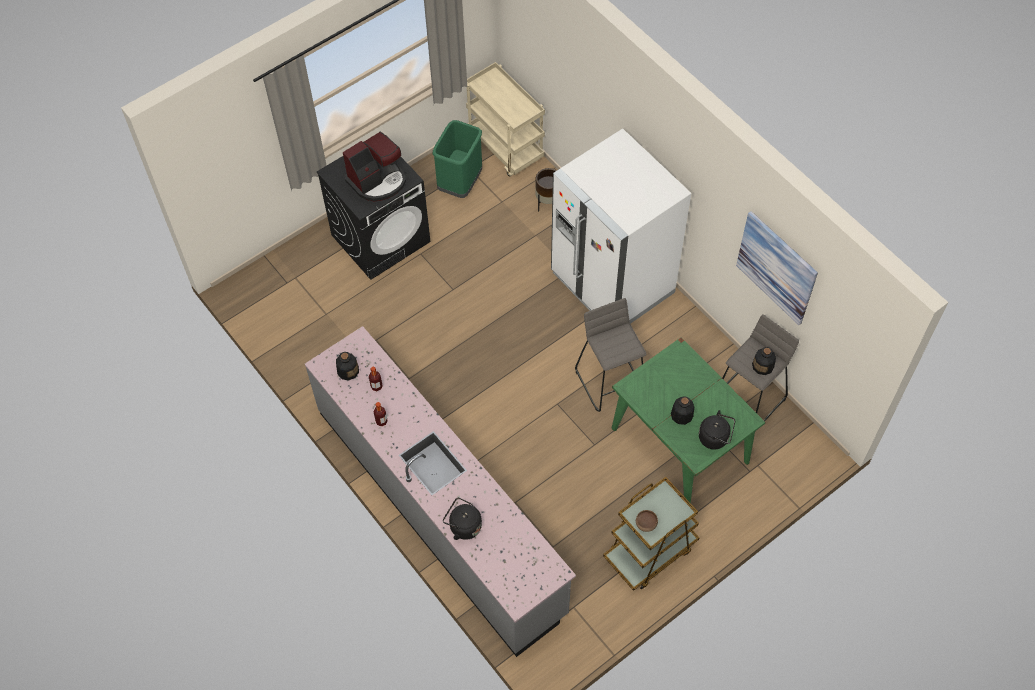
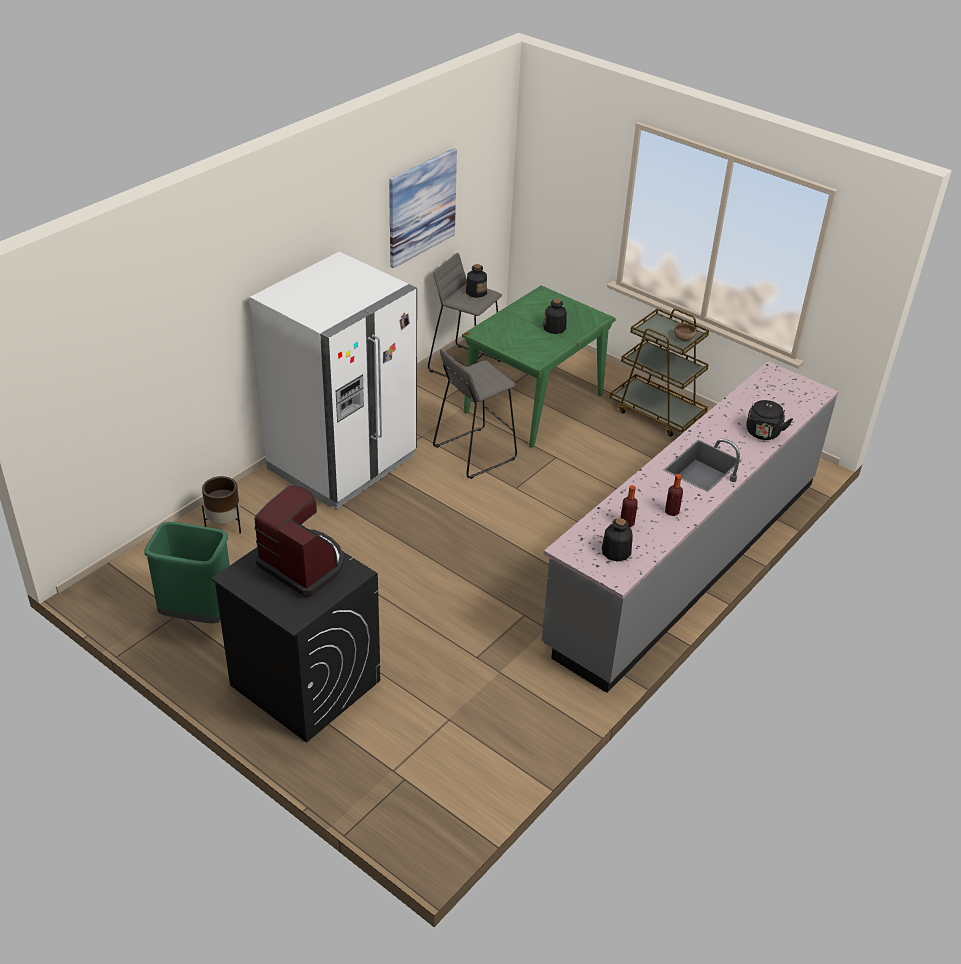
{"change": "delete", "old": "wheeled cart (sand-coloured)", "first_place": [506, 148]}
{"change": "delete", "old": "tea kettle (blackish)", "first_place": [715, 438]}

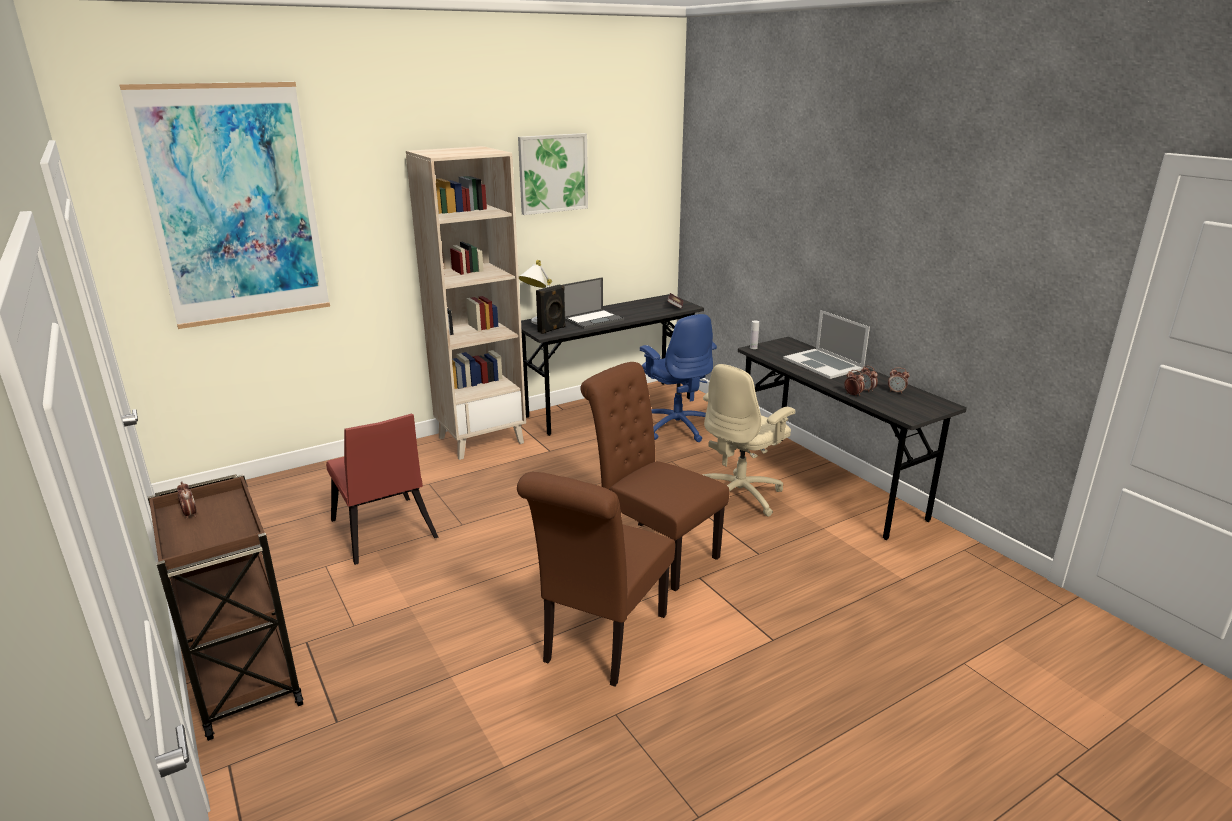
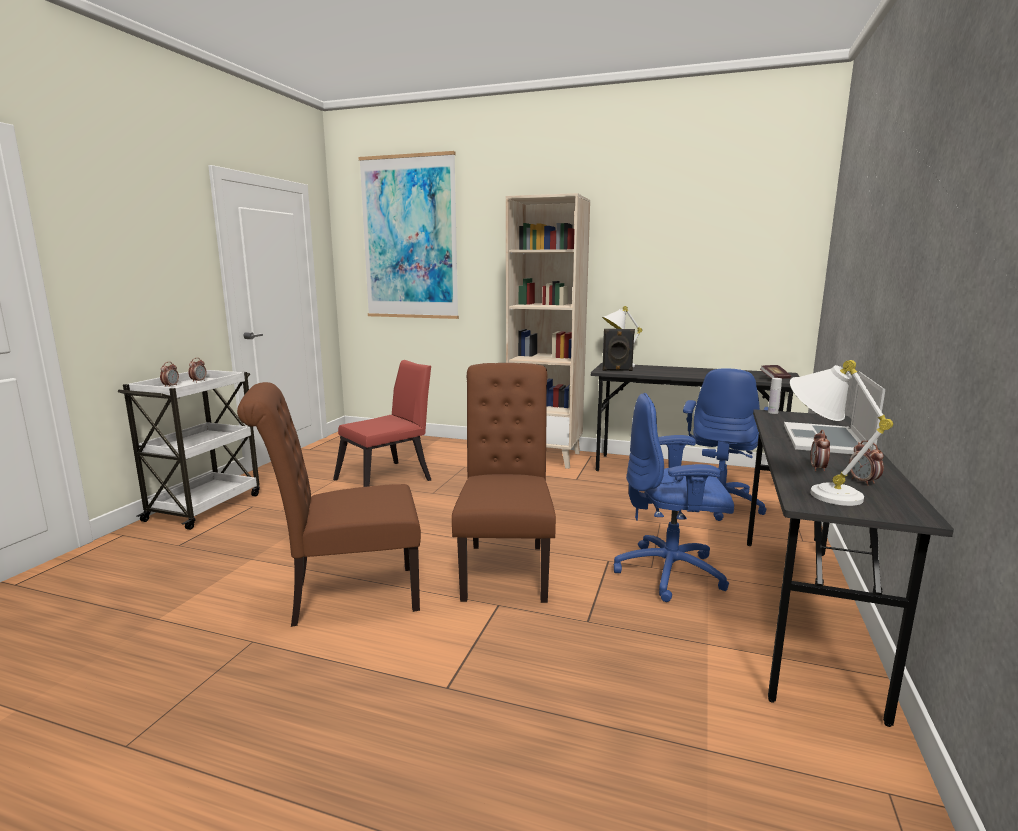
{"change": "recolor", "old": "wheeled cart (brown)", "new": "wheeled cart (white-coloured)", "first_place": [244, 677], "second_place": [206, 506]}
{"change": "rotate", "old": "upright chair (red-coloured)", "first_place": [384, 533], "second_place": [389, 479], "degrees": -150}
{"change": "delete", "old": "picture", "first_place": [553, 173]}
{"change": "delete", "old": "portable computer", "first_place": [593, 319]}
{"change": "recolor", "old": "office chair (sand-coloured)", "new": "office chair (blue-coloured)", "first_place": [740, 495], "second_place": [671, 573]}
{"change": "move", "old": "bedside clock", "first_place": [852, 395], "second_place": [171, 386]}
{"change": "insert", "new": "tabletop lamp (white-coloured)", "second_place": [818, 491]}

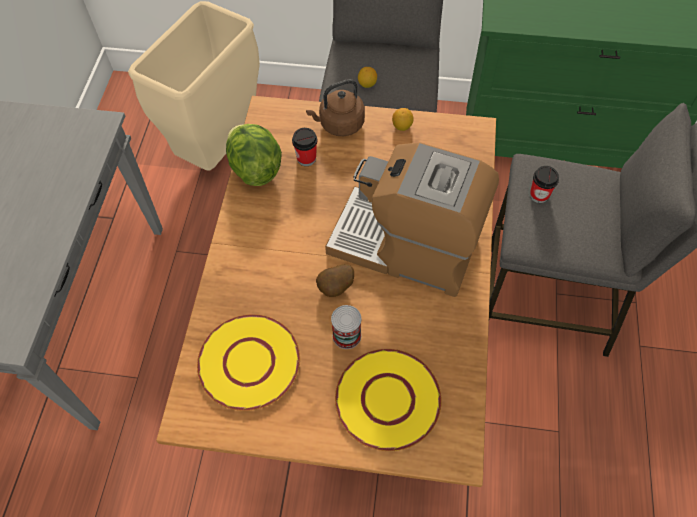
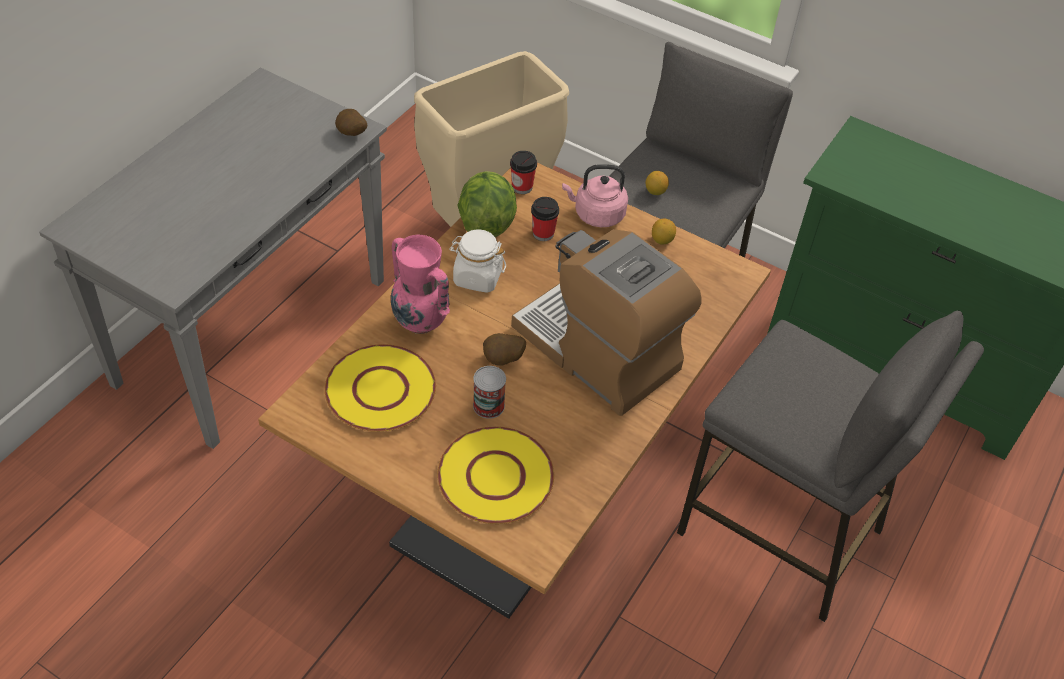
{"change": "recolor", "old": "tea kettle (brown)", "new": "tea kettle (pink)", "first_place": [339, 124], "second_place": [596, 215]}
{"change": "move", "old": "drinking cup", "first_place": [539, 195], "second_place": [522, 187]}
{"change": "insert", "new": "spud", "second_place": [351, 134]}
{"change": "insert", "new": "vase (pink)", "second_place": [421, 323]}
{"change": "insert", "new": "jar (white-coloured)", "second_place": [477, 277]}

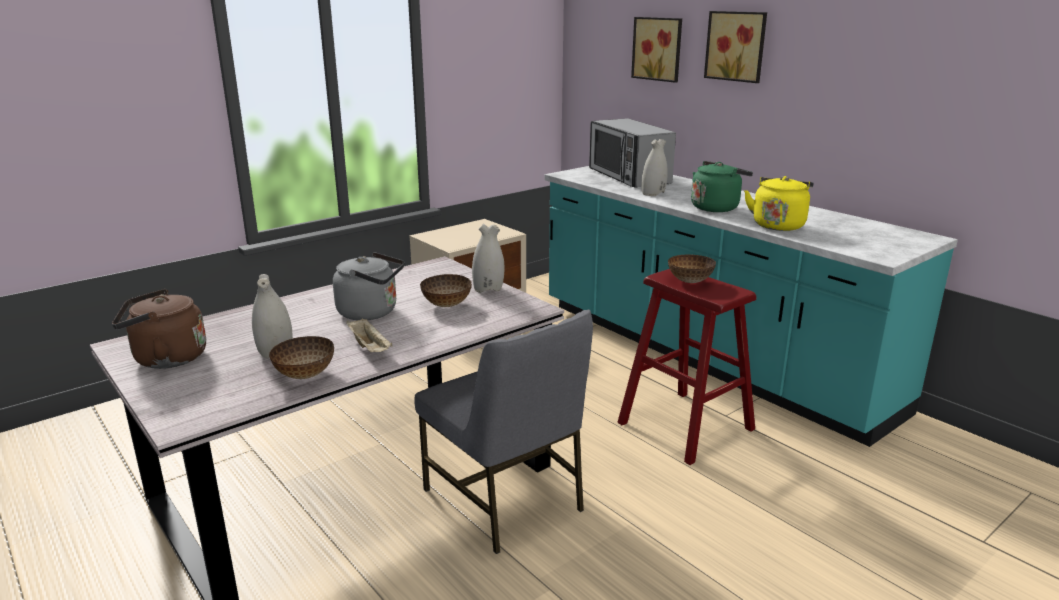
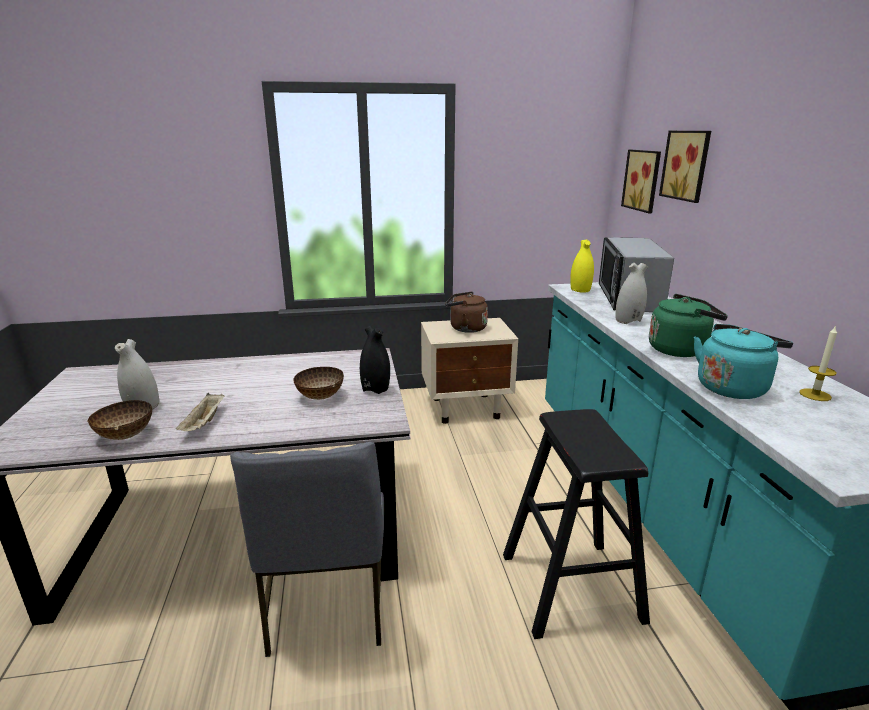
{"change": "move", "old": "tea kettle (brown)", "first_place": [165, 359], "second_place": [465, 328]}
{"change": "delete", "old": "tea kettle (gray)", "first_place": [371, 312]}
{"change": "recolor", "old": "vase (white-coloured)", "new": "vase (blackish)", "first_place": [488, 289], "second_place": [375, 389]}
{"change": "recolor", "old": "sitting stool (red-coloured)", "new": "sitting stool (blackish)", "first_place": [686, 426], "second_place": [571, 587]}
{"change": "delete", "old": "deep dish", "first_place": [690, 281]}
{"change": "move", "old": "picture", "first_place": [737, 46], "second_place": [643, 180]}
{"change": "recolor", "old": "tea kettle (yellowish)", "new": "tea kettle (turquoise)", "first_place": [778, 225], "second_place": [732, 387]}
{"change": "insert", "new": "vase (yellowish)", "second_place": [580, 289]}
{"change": "insert", "new": "wax light", "second_place": [815, 395]}

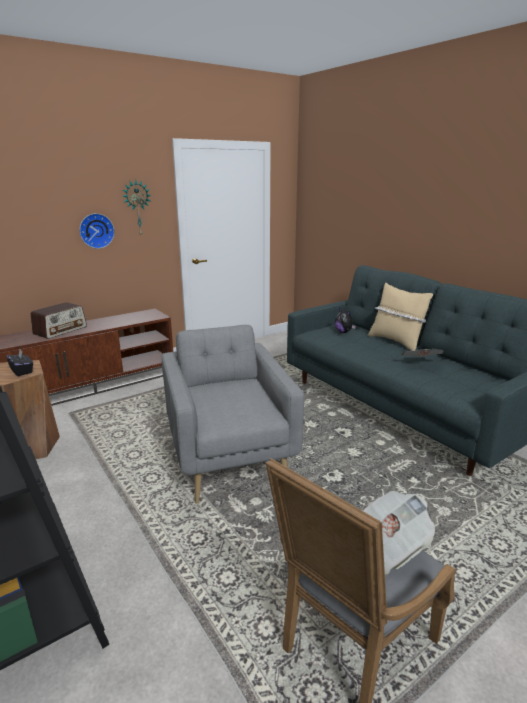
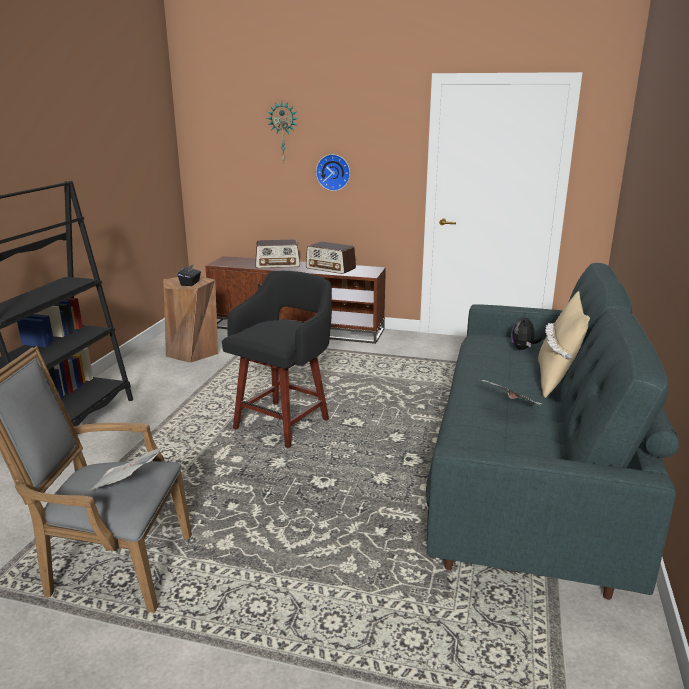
{"change": "move", "old": "hanging clock", "first_place": [137, 208], "second_place": [283, 132]}
{"change": "replace", "old": "easy chair (gray)", "new": "sitting stool (blackish)", "first_place": [229, 456], "second_place": [284, 422]}
{"change": "insert", "new": "radio", "second_place": [331, 268]}

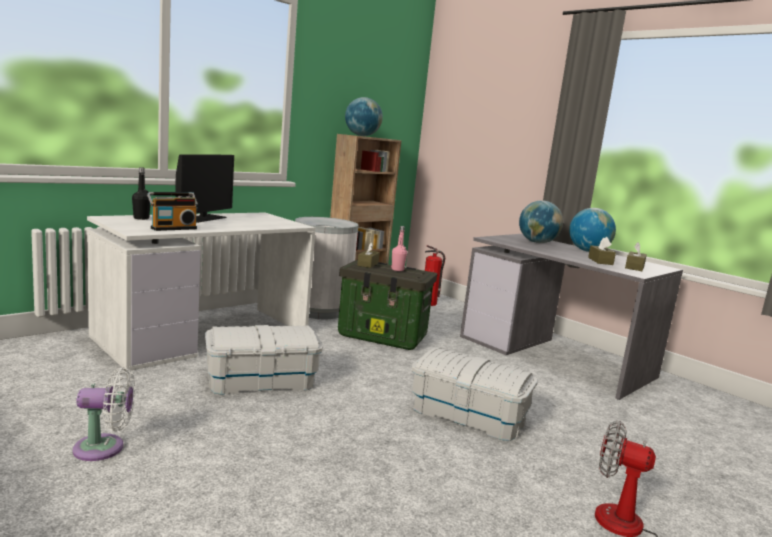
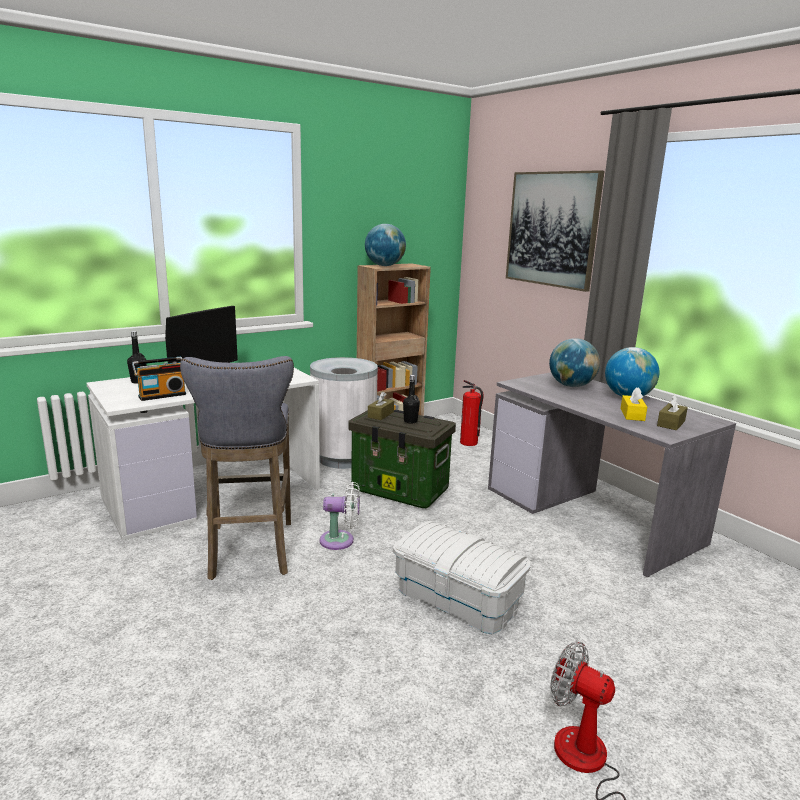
{"change": "move", "old": "fan (white-coloured)", "first_place": [104, 448], "second_place": [341, 540]}
{"change": "replace", "old": "storage container (white-coloured)", "new": "sitting stool (gray)", "first_place": [261, 381], "second_place": [250, 552]}
{"change": "recolor", "old": "beverage bottle (pink)", "new": "beverage bottle (blackish)", "first_place": [397, 269], "second_place": [410, 421]}
{"change": "recolor", "old": "box of tissues (brown)", "new": "box of tissues (yellowish)", "first_place": [600, 261], "second_place": [632, 414]}
{"change": "insert", "new": "picture", "second_place": [552, 229]}

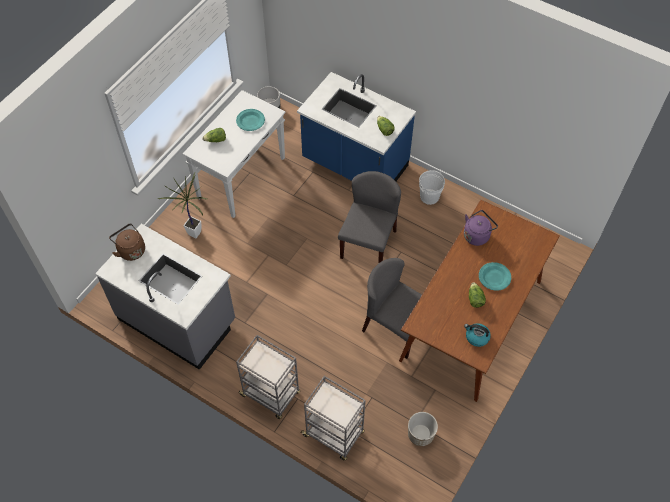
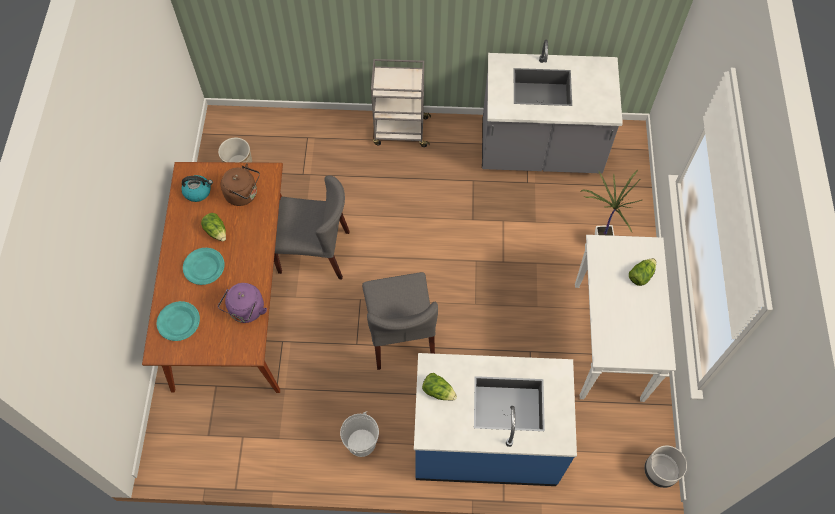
{"change": "move", "old": "tea kettle (brown)", "first_place": [130, 250], "second_place": [244, 194]}
{"change": "move", "old": "plate (turquoise)", "first_place": [250, 121], "second_place": [179, 322]}
{"change": "delete", "old": "wheeled cart (gray)", "first_place": [334, 434]}

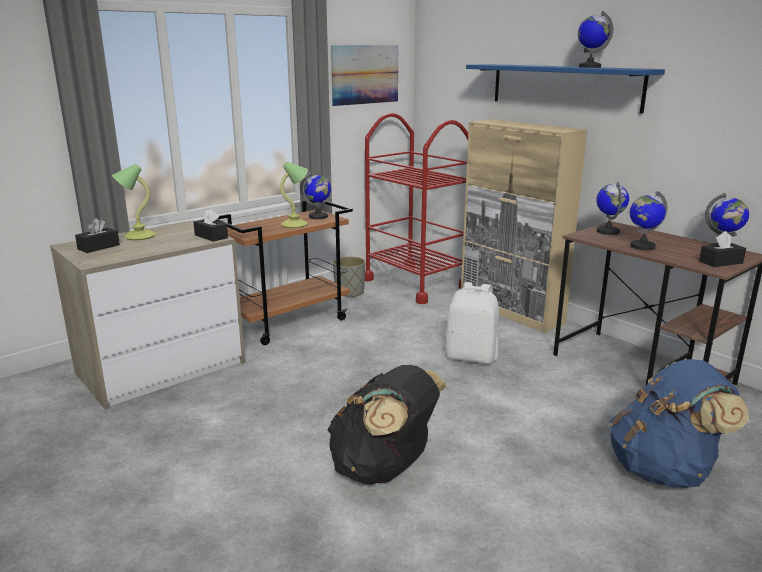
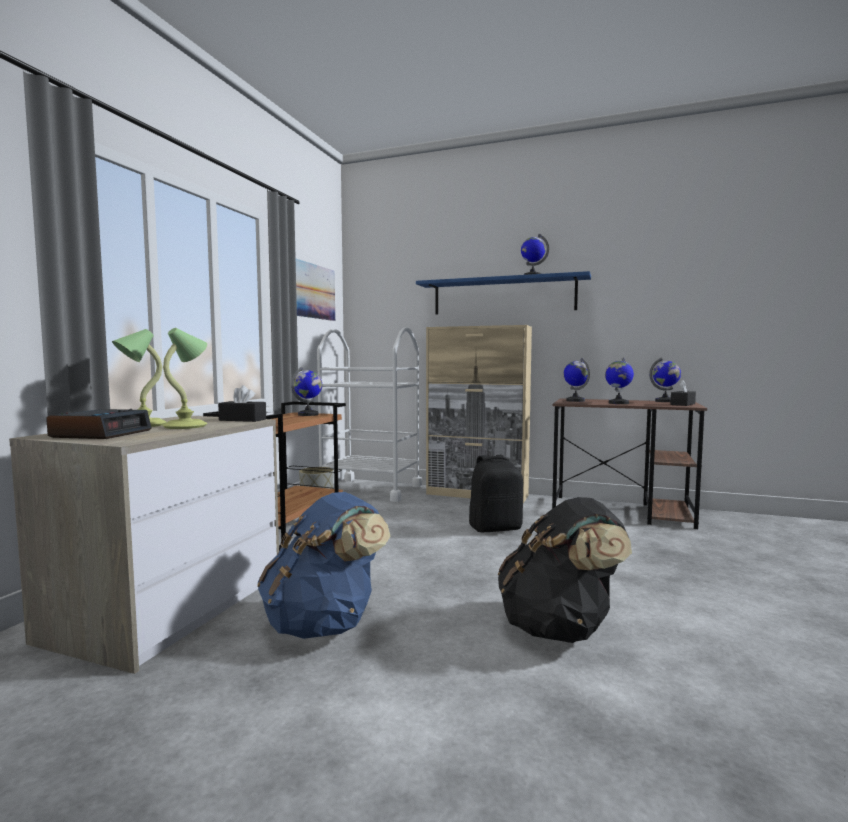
{"change": "replace", "old": "box of tissues (blackish)", "new": "bedside clock", "first_place": [98, 247], "second_place": [102, 433]}
{"change": "move", "old": "tabletop lamp", "first_place": [295, 225], "second_place": [187, 426]}
{"change": "recolor", "old": "wheeled cart (red-coloured)", "new": "wheeled cart (white-coloured)", "first_place": [415, 284], "second_place": [370, 489]}
{"change": "recolor", "old": "knapsack (white-coloured)", "new": "knapsack (blackish)", "first_place": [471, 357], "second_place": [495, 528]}
{"change": "move", "old": "knapsack (blue-coloured)", "first_place": [664, 470], "second_place": [324, 624]}

